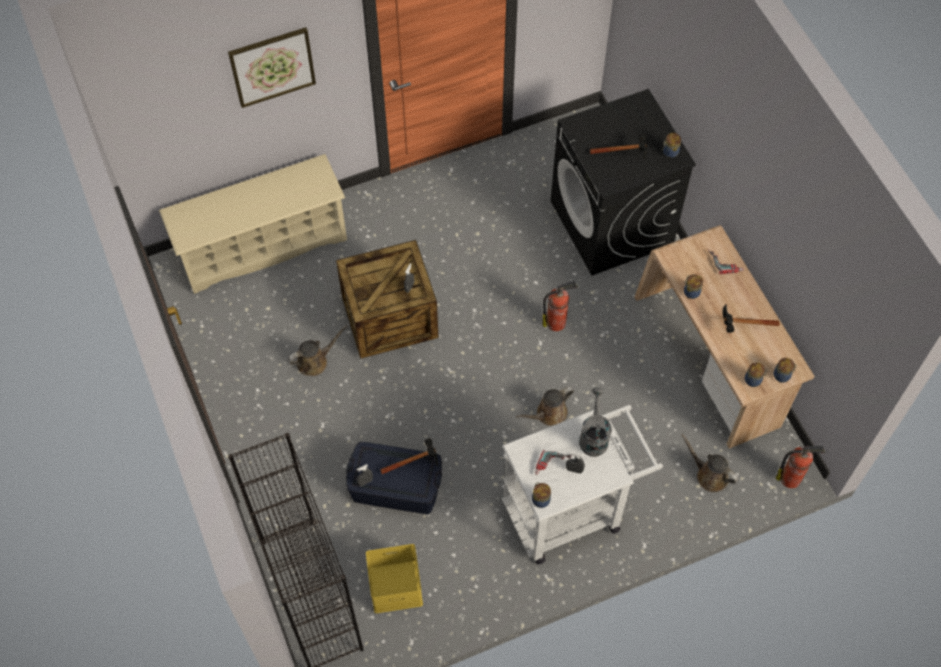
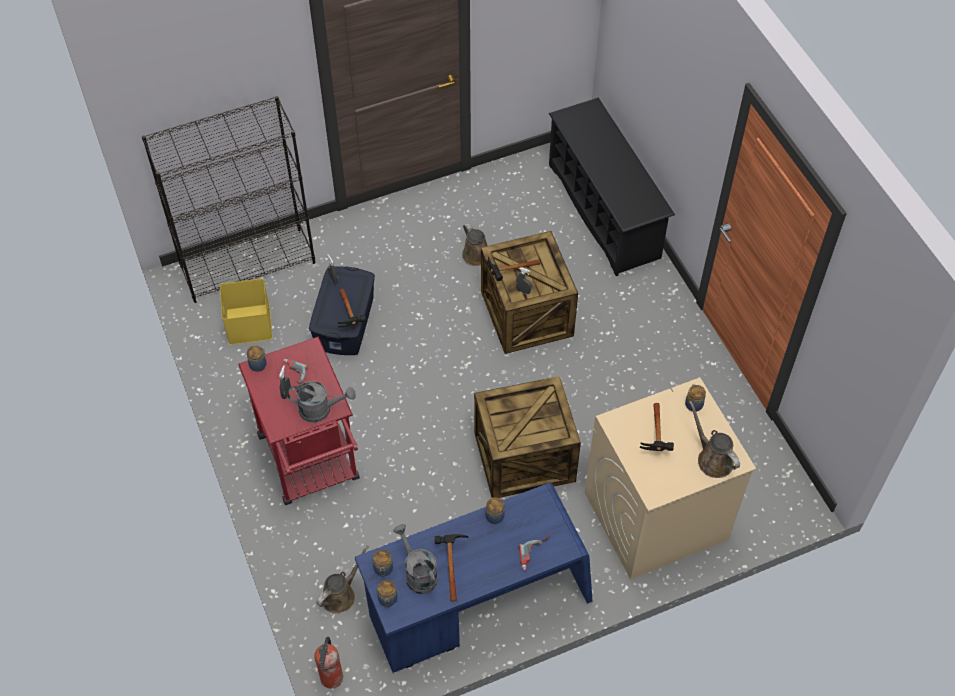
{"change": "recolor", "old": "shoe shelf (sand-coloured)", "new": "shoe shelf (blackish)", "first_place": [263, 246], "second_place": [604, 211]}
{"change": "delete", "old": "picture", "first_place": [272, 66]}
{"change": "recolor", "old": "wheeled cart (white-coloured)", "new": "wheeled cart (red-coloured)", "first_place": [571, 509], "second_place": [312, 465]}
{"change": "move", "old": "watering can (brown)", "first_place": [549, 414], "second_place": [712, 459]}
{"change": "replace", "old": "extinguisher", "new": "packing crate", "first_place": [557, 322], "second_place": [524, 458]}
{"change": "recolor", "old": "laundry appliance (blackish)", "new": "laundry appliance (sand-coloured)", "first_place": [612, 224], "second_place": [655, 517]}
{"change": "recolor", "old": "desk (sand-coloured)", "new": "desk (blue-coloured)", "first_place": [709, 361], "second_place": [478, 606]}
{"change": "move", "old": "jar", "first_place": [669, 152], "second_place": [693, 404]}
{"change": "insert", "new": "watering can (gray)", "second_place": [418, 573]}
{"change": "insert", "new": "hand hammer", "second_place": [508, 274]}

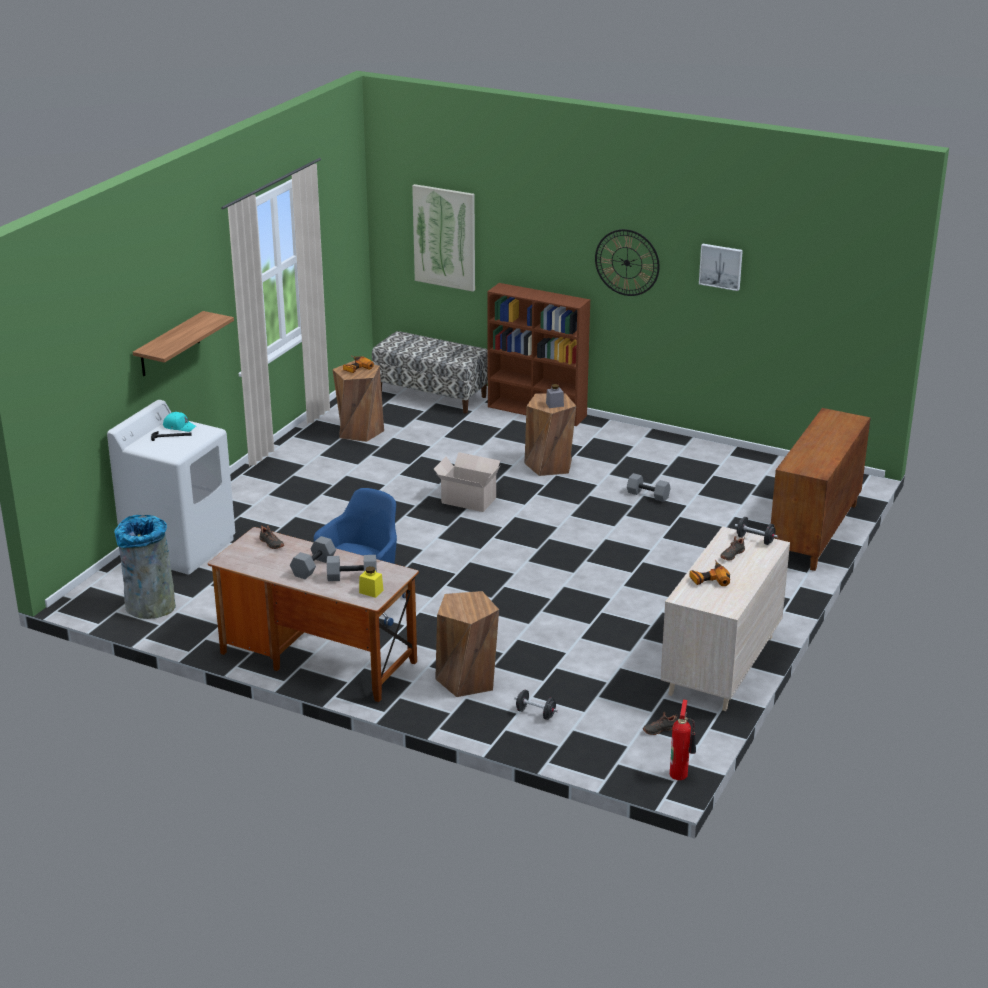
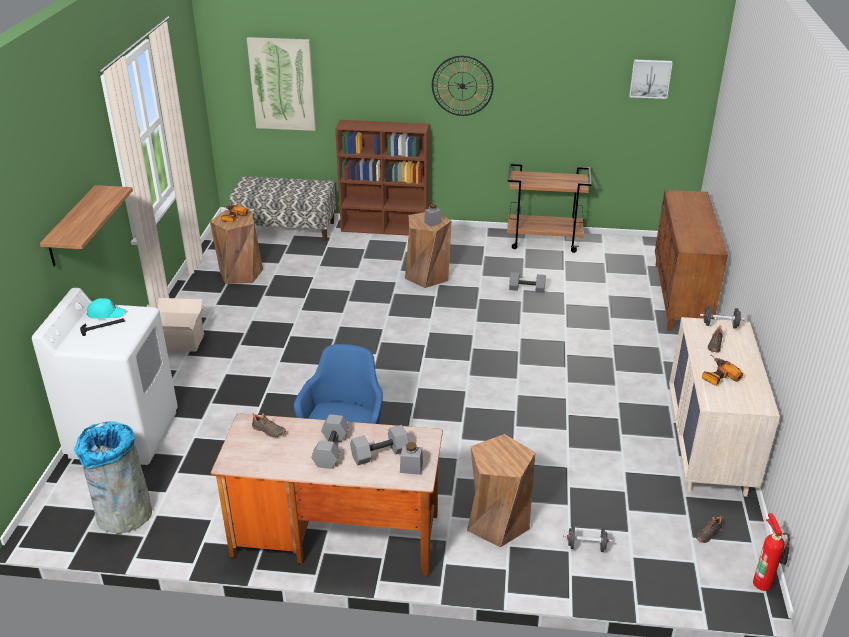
{"change": "recolor", "old": "jar (yellowish)", "new": "jar (gray)", "first_place": [371, 591], "second_place": [411, 468]}
{"change": "move", "old": "carton", "first_place": [467, 500], "second_place": [177, 342]}
{"change": "move", "old": "picture", "first_place": [721, 266], "second_place": [650, 78]}
{"change": "insert", "new": "wheeled cart (brown)", "second_place": [544, 241]}

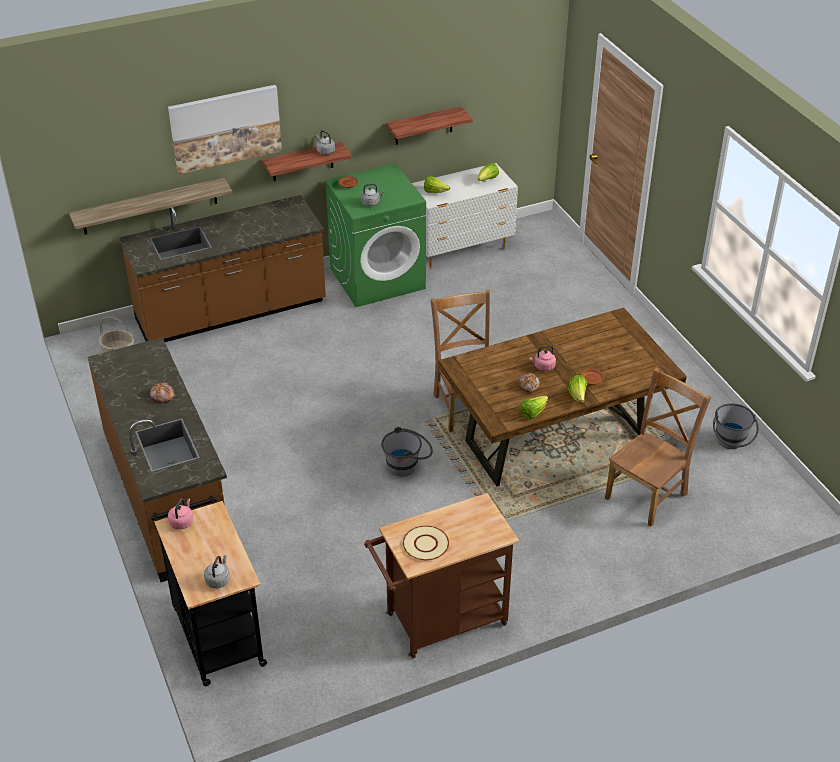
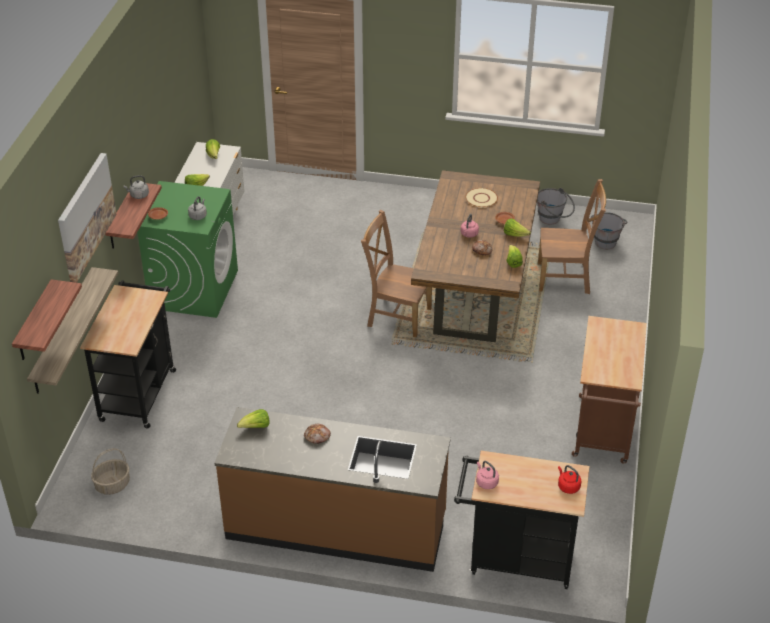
{"change": "replace", "old": "kitchen base unit (brown)", "new": "wheeled cart (blackish)", "first_place": [231, 313], "second_place": [139, 391]}
{"change": "recolor", "old": "tea kettle (gray)", "new": "tea kettle (red-coloured)", "first_place": [218, 579], "second_place": [568, 486]}
{"change": "move", "old": "pail (gray)", "first_place": [407, 465], "second_place": [606, 240]}
{"change": "move", "old": "bracket shelf", "first_place": [423, 126], "second_place": [34, 322]}
{"change": "move", "old": "plate (sand-coloured)", "first_place": [425, 544], "second_place": [481, 198]}
{"change": "rotate", "old": "upright chair (brown)", "first_place": [648, 494], "second_place": [566, 278], "degrees": 105}
{"change": "insert", "new": "lettuce", "second_place": [256, 427]}

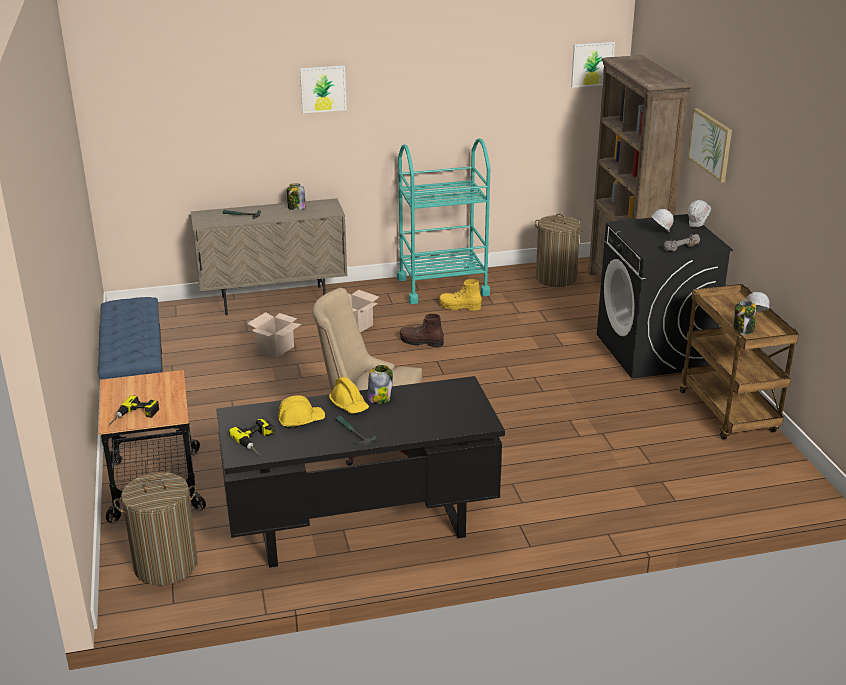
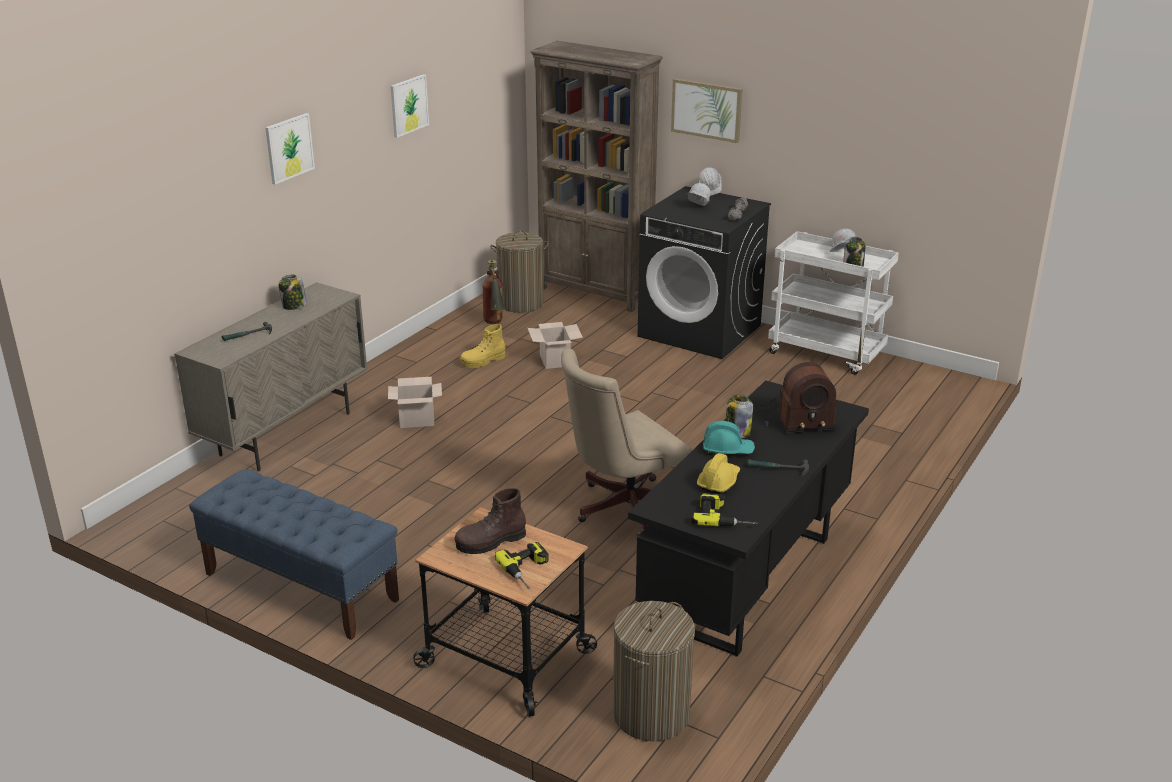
{"change": "move", "old": "carton", "first_place": [276, 349], "second_place": [556, 361]}
{"change": "recolor", "old": "work helmet (yellowish)", "new": "work helmet (turquoise)", "first_place": [349, 405], "second_place": [727, 450]}
{"change": "delete", "old": "wheeled cart (turquoise)", "first_place": [442, 286]}
{"change": "move", "old": "tall boot (brown)", "first_place": [421, 342], "second_place": [491, 542]}
{"change": "move", "old": "picture", "first_place": [592, 64], "second_place": [408, 105]}
{"change": "recolor", "old": "wheeled cart (brown)", "new": "wheeled cart (white-coloured)", "first_place": [729, 413], "second_place": [827, 354]}
{"change": "insert", "new": "extinguisher", "second_place": [494, 324]}
{"change": "insert", "new": "radio", "second_place": [793, 418]}

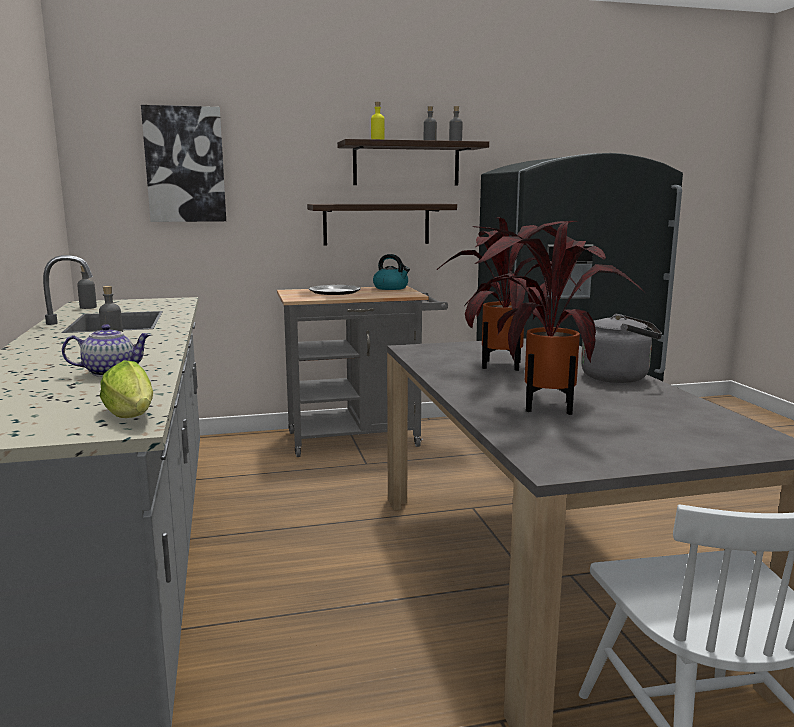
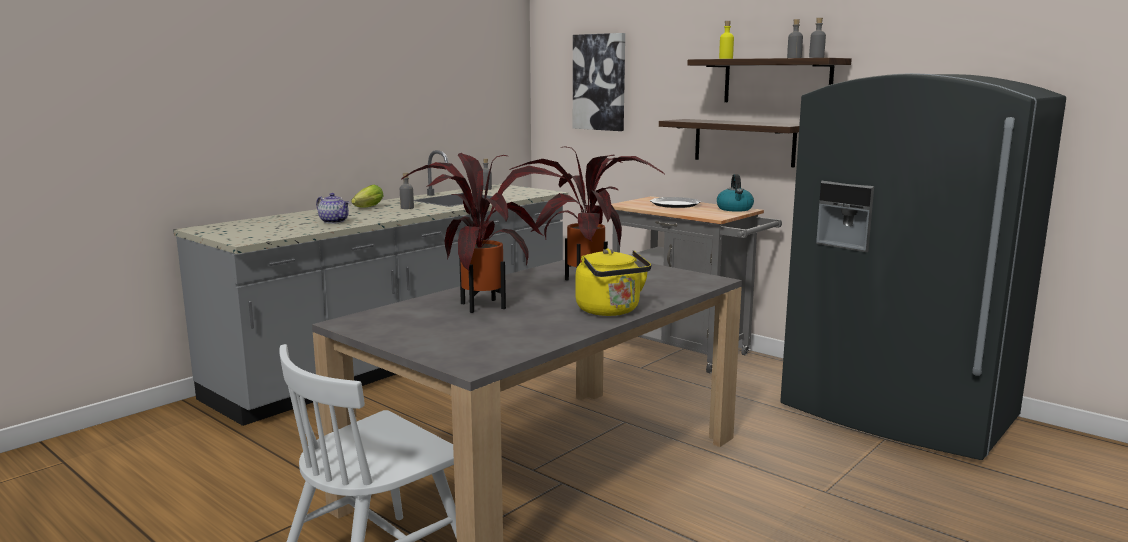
{"change": "move", "old": "lettuce", "first_place": [132, 416], "second_place": [366, 208]}
{"change": "recolor", "old": "tea kettle (gray)", "new": "tea kettle (yellowish)", "first_place": [619, 377], "second_place": [610, 311]}

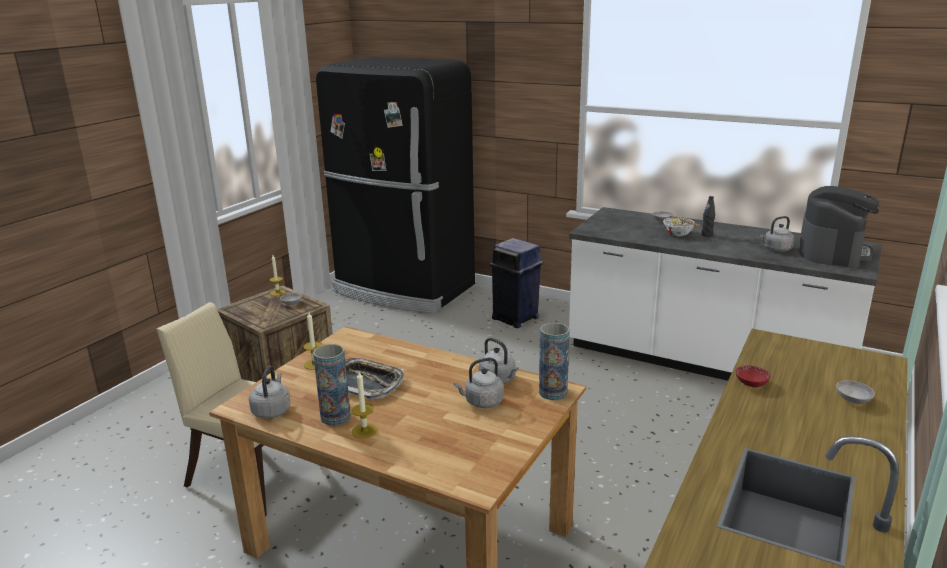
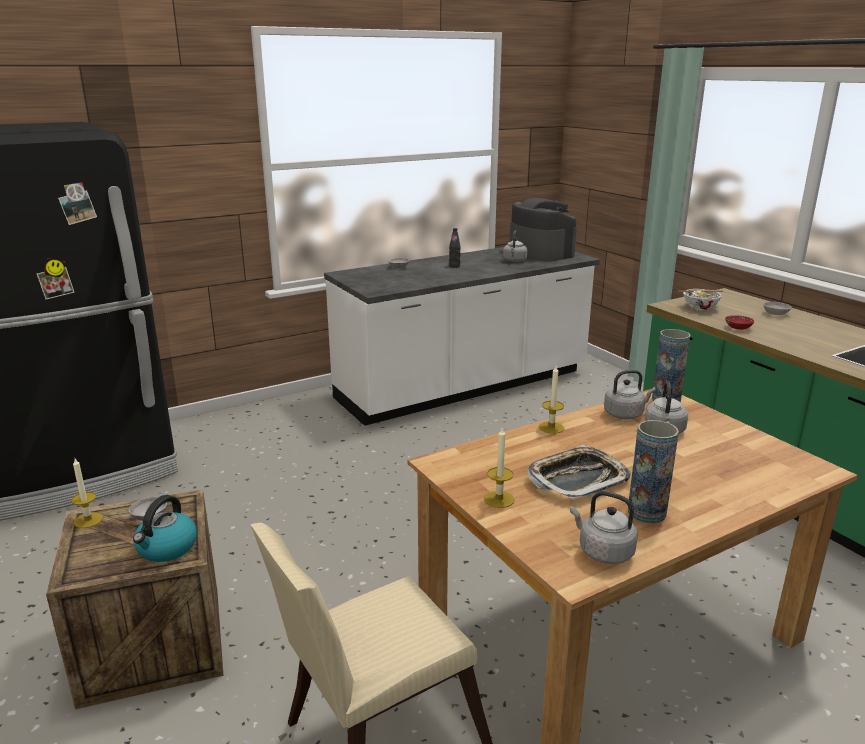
{"change": "move", "old": "wax light", "first_place": [364, 431], "second_place": [551, 427]}
{"change": "delete", "old": "rubbish bin (blue-coloured)", "first_place": [515, 318]}
{"change": "move", "old": "deep dish", "first_place": [678, 234], "second_place": [700, 308]}
{"change": "insert", "new": "tea kettle", "second_place": [166, 548]}

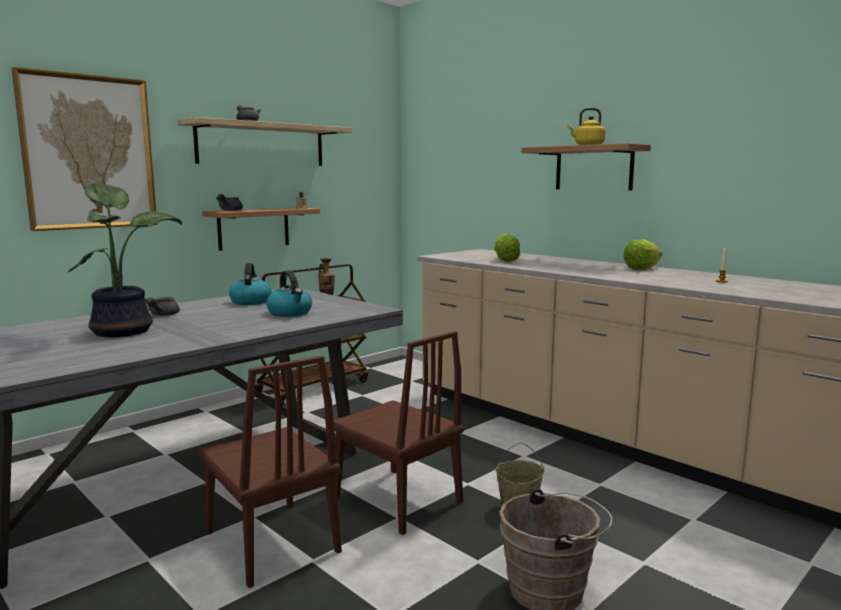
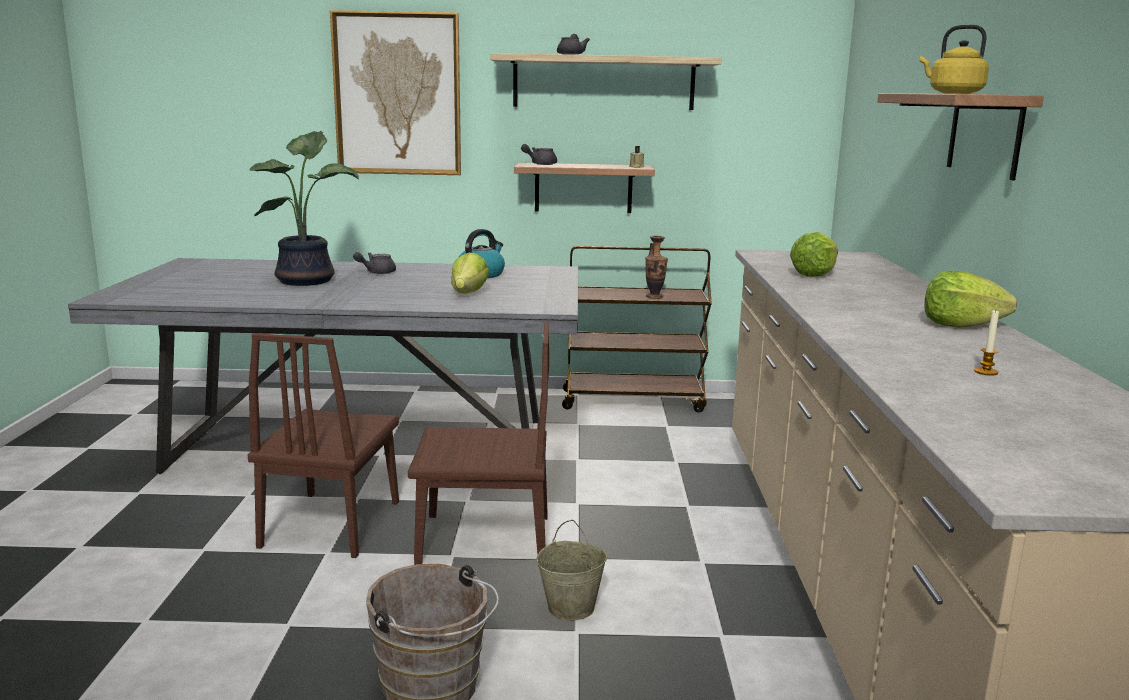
{"change": "replace", "old": "tea kettle", "new": "lettuce", "first_place": [290, 313], "second_place": [468, 293]}
{"change": "rotate", "old": "upright chair (brown)", "first_place": [397, 499], "second_place": [484, 540], "degrees": -90}

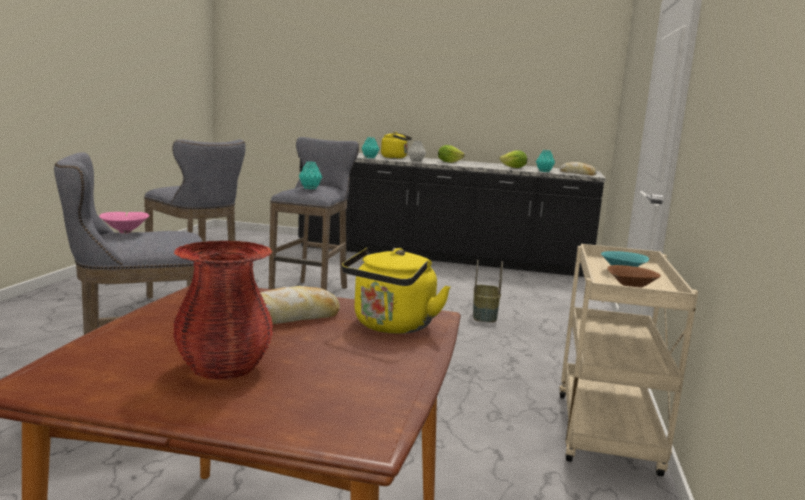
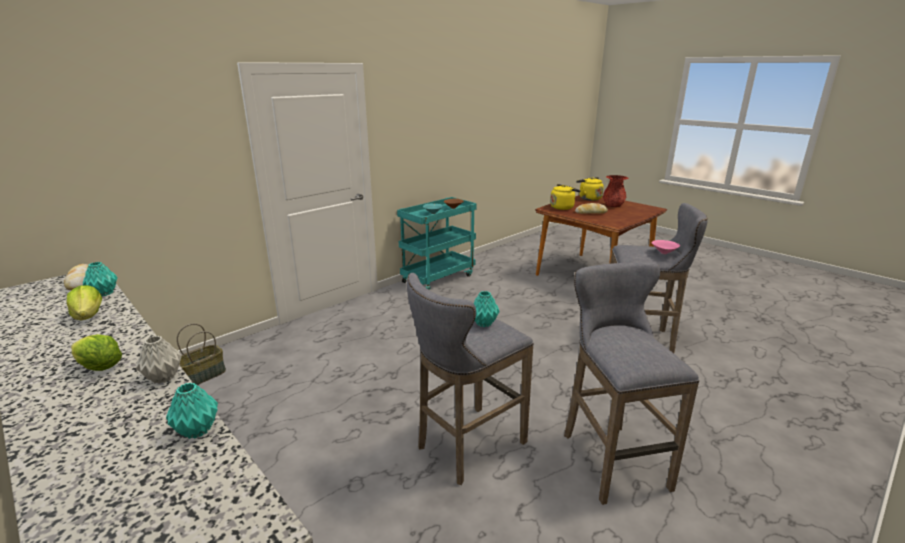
{"change": "move", "old": "tea kettle (yellowish)", "first_place": [395, 157], "second_place": [588, 198]}
{"change": "move", "old": "household basket", "first_place": [484, 315], "second_place": [203, 376]}
{"change": "recolor", "old": "wheeled cart (sand-coloured)", "new": "wheeled cart (turquoise)", "first_place": [608, 435], "second_place": [438, 278]}

